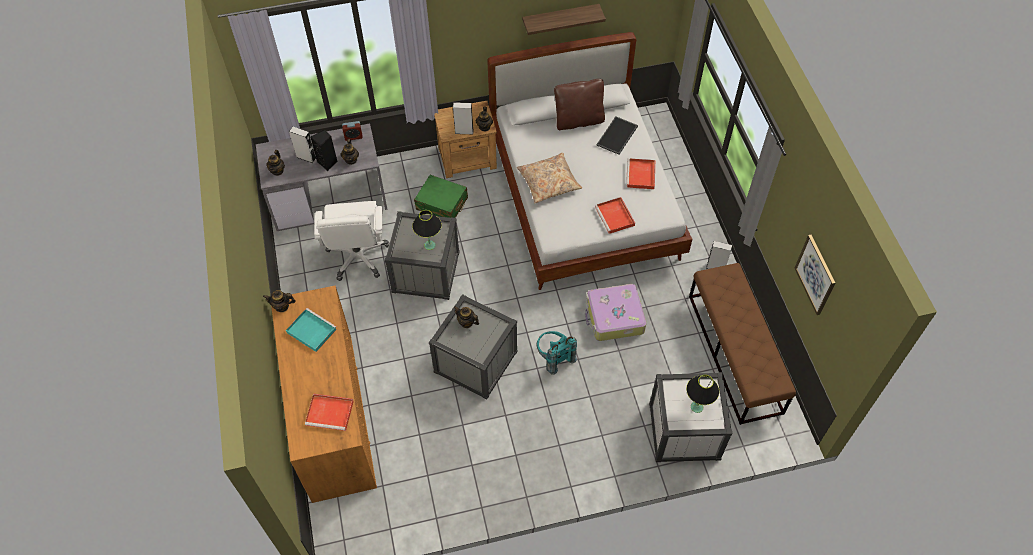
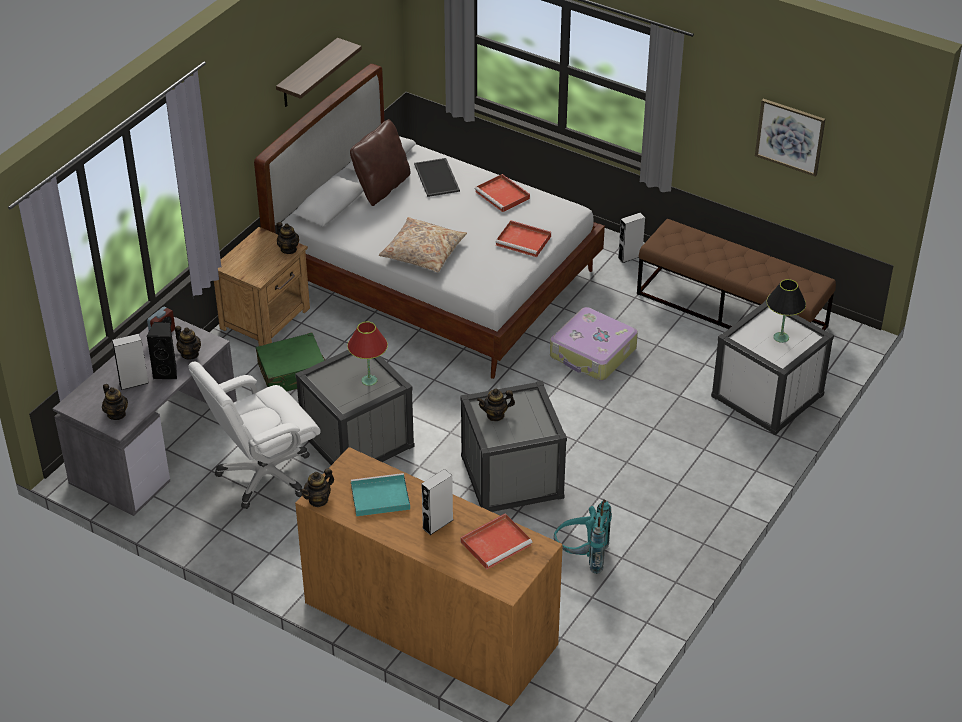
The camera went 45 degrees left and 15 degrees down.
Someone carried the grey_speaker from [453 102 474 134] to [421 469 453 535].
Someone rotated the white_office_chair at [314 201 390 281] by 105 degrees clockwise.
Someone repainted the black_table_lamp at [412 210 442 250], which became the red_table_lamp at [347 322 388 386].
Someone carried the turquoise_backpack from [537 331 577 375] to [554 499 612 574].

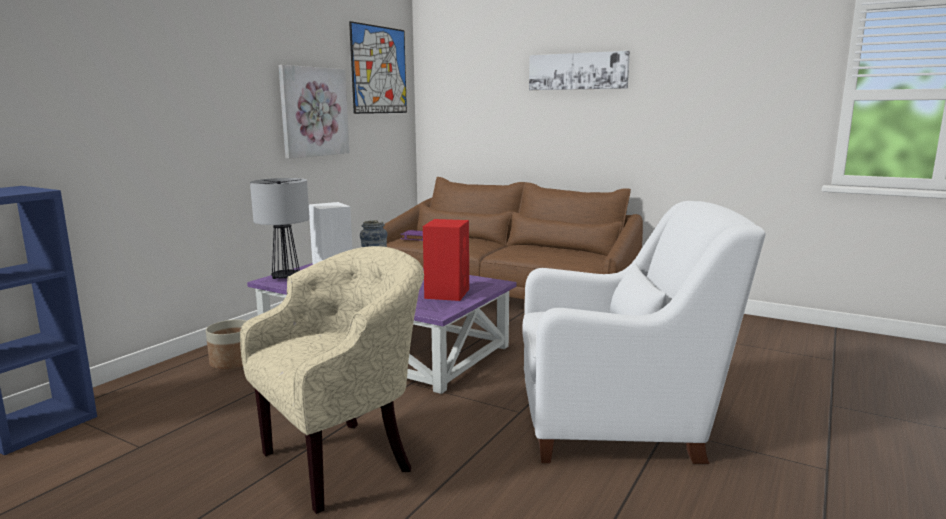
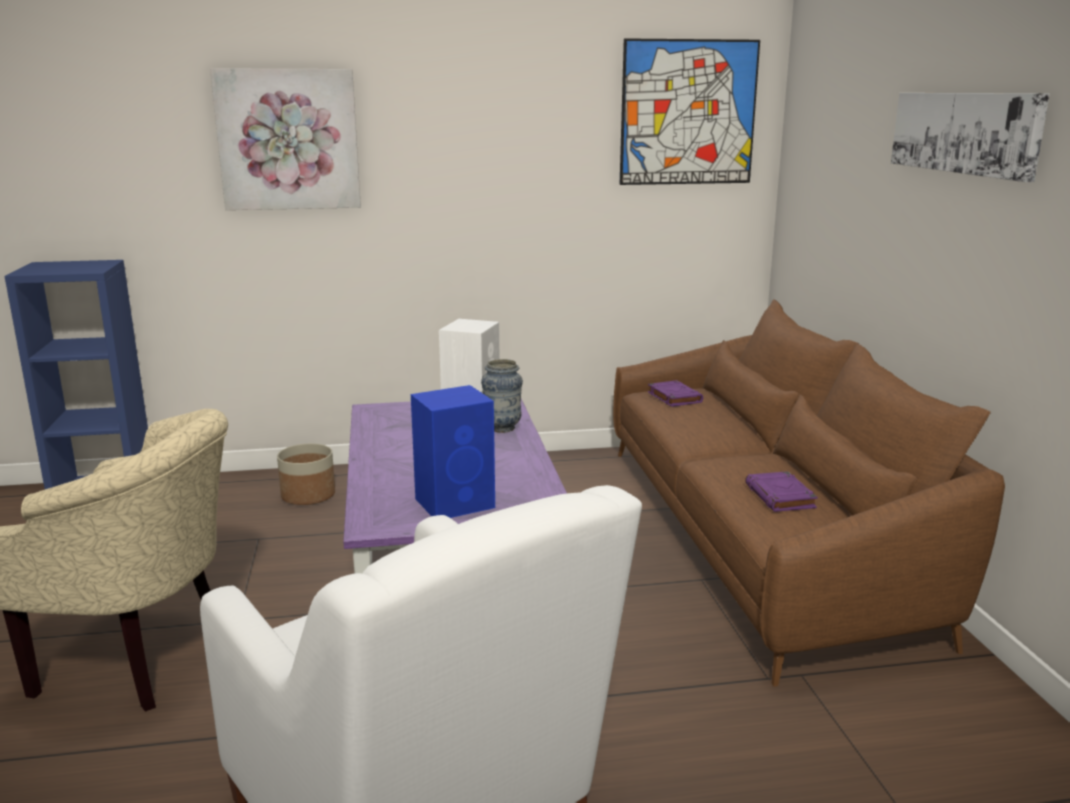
The camera went 50 degrees right and 5 degrees up.
Someone carried the picture from [279 65 350 159] to [210 68 361 210].
Someone took away the table_lamp at [250 178 310 279].
Someone repainted the red_speaker at [423 219 469 301], which became the blue_speaker at [411 385 495 518].
Someone put down the purple_book at [745 471 818 512].

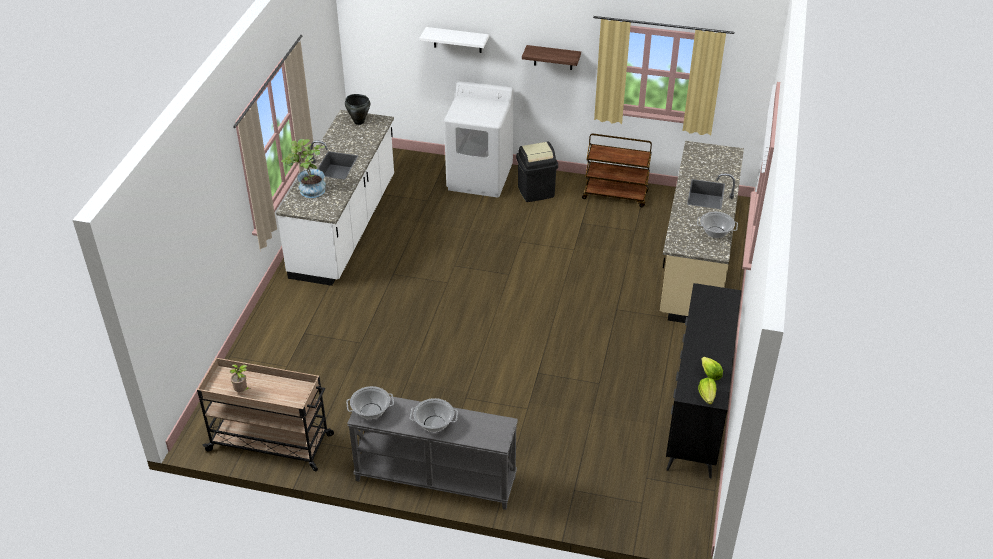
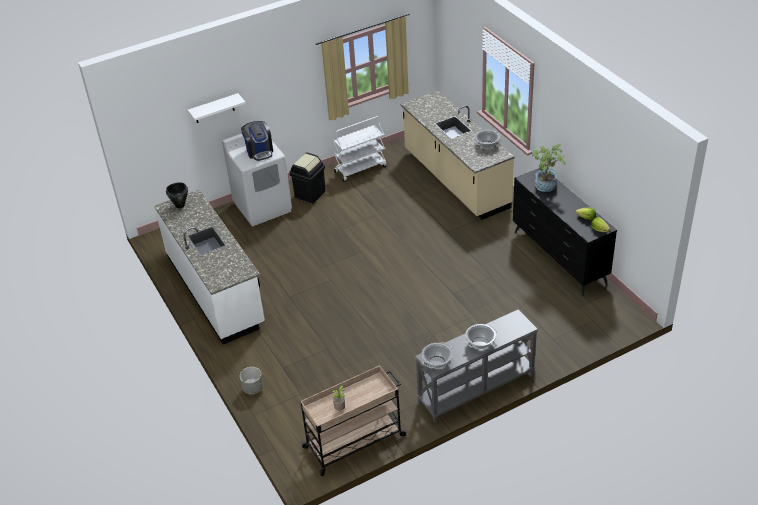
The camera went 40 degrees left and 0 degrees up.
Someone took away the shelf at [522 45 581 70].
Someone repainted the brown_cart at [582 134 652 207], which became the white_cart at [333 116 387 182].
Someone carried the potted_plant from [281 139 326 198] to [532 144 566 192].
Someone put down the coffee_machine at [241 121 273 161].
Someone put down the grey_planter at [240 367 263 394].

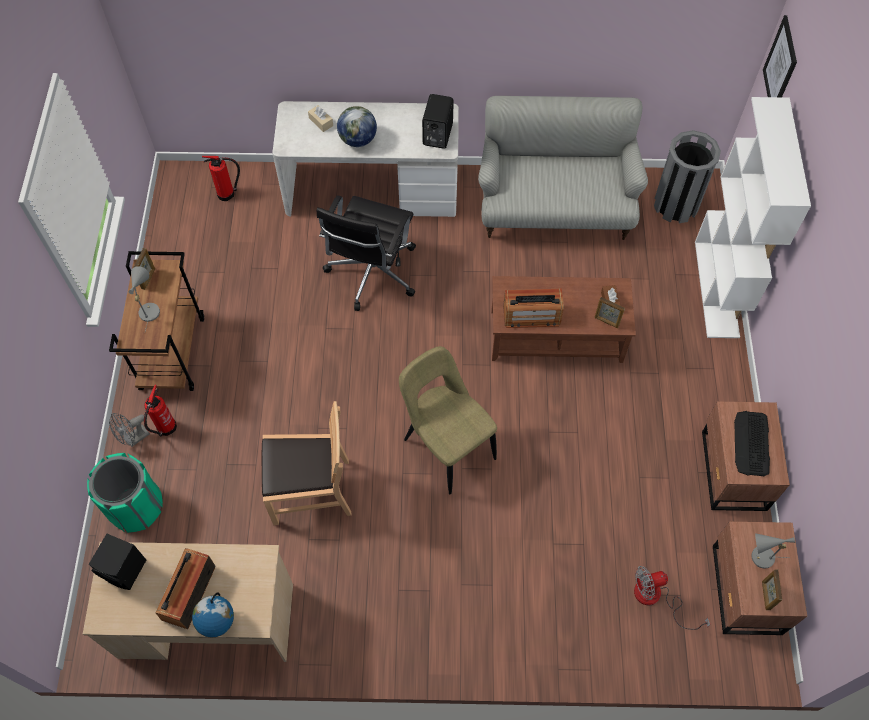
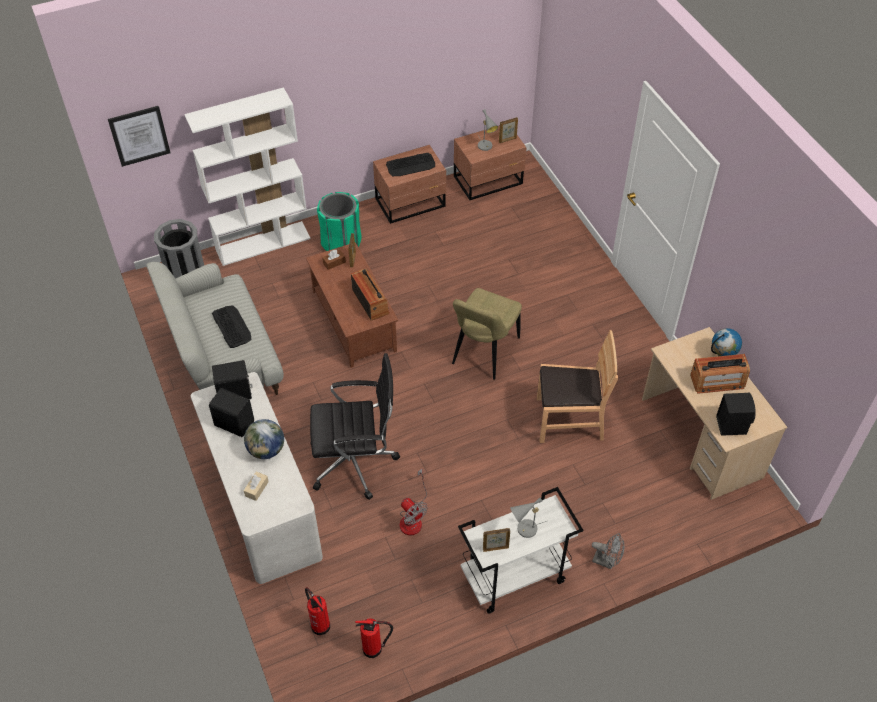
The camera went 115 degrees left and 10 degrees down.
Someone repainted the brown_cart at [109 251 204 391], which became the white_cart at [458 487 583 614].
Someone carried the fire_extinguisher from [144 385 177 437] to [355 618 393 658].
Someone rotated the brown_chair at [262 401 351 525] by 120 degrees clockwise.
Someone carried the green_trash_can from [87 453 163 533] to [317 192 362 251].
Someone carried the fan from [634 566 711 630] to [400 469 427 536].
Someone put down the keyboard at [212 305 252 348].
Someone put down the black_speaker at [209 388 254 437].

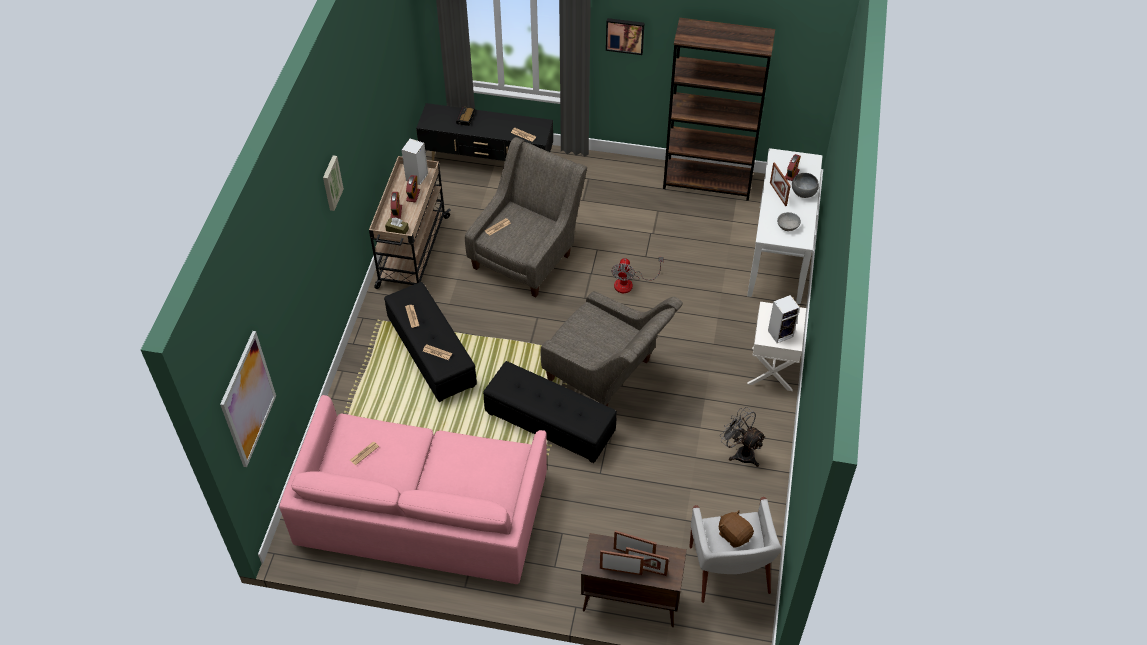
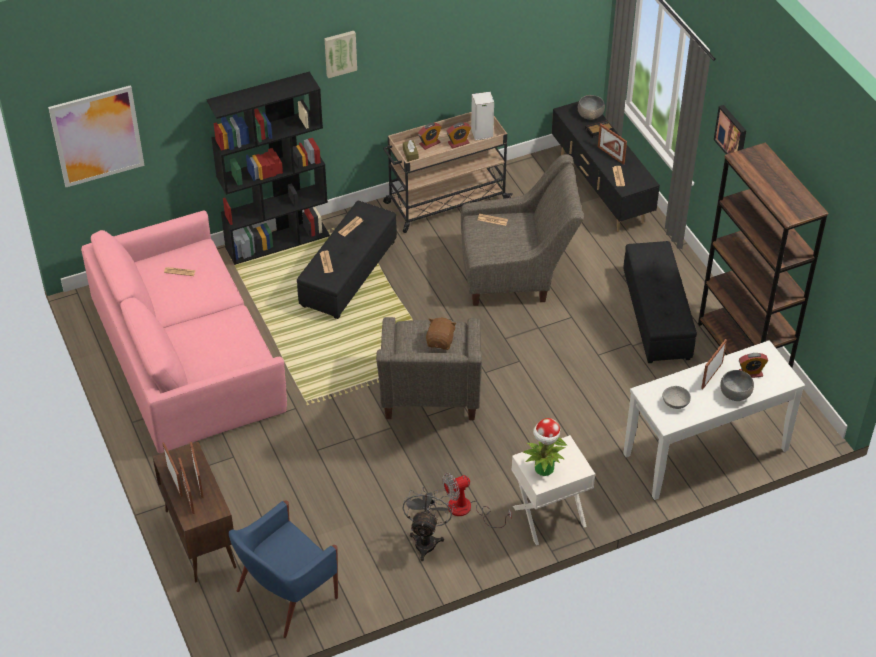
The camera went 55 degrees right and 5 degrees down.
Someone carried the fan from [611 257 664 293] to [443 473 512 528].
Someone swapped the speaker at [768 295 800 343] for the potted_plant at [522 418 568 476].
Someone carried the black_ottoman from [483 361 617 463] to [623 241 697 363].
Someone repainted the white_armchair at [689 497 782 603], which became the blue_armchair at [229 500 338 638].
Someone carried the brown_plush_toy from [719 510 754 548] to [426 317 457 350].
Someone put down the black_bookcase at [206 72 330 265].
Someone put down the grey_bowl at [578 95 605 120].
Someone put down the picture_frame at [598 124 627 165].

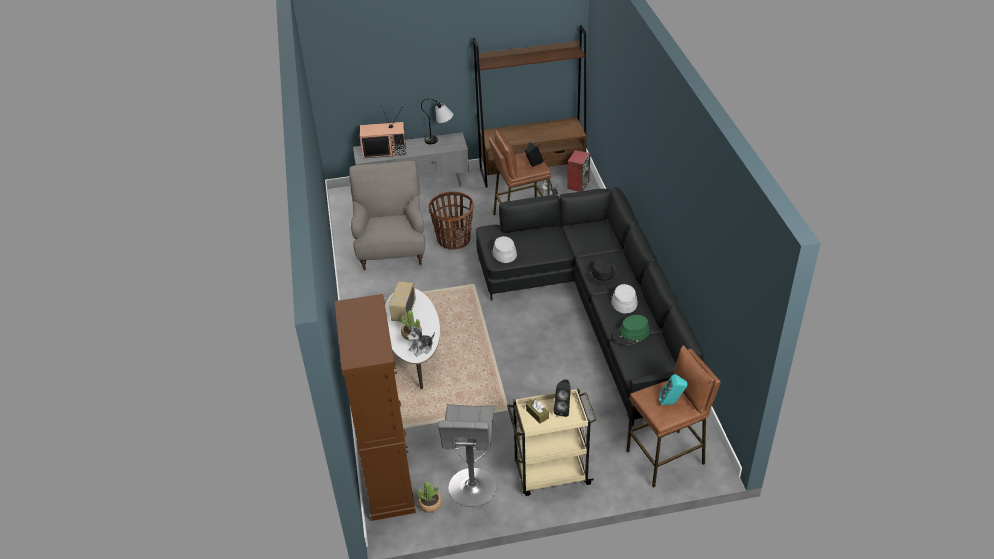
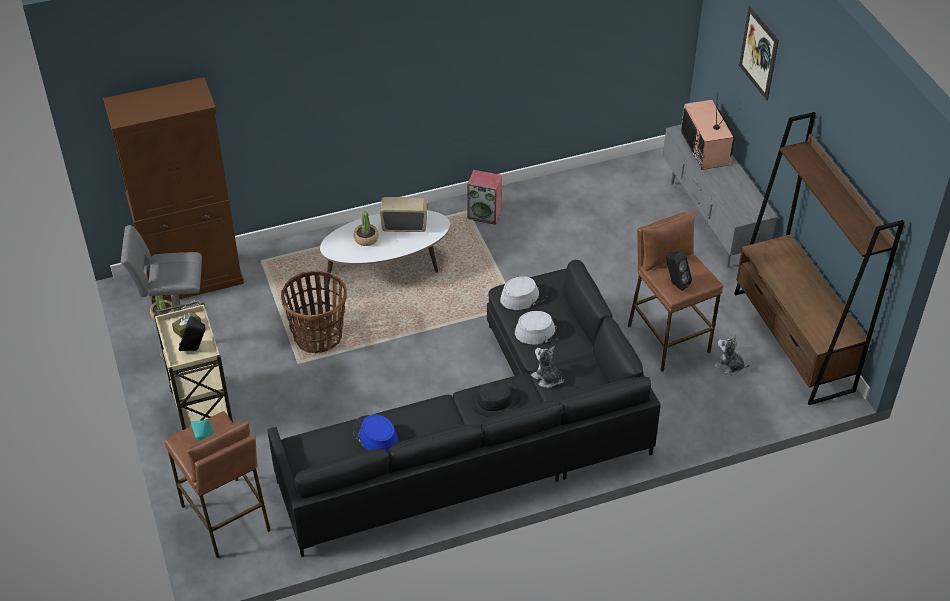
The camera went 80 degrees right and 5 degrees up.
Someone took away the table_lamp at [421 98 453 144].
Someone carried the speaker from [567 150 590 192] to [467 170 502 225].
Someone took away the grey_armchair at [349 161 425 271].
Someone carried the basket from [428 191 474 250] to [281 271 347 354].
Someone carried the grey_hat from [611 284 638 313] to [515 311 565 344].
Someone repainted the green_hat at [613 315 650 345], which became the blue_hat at [353 415 398 451].
Someone carried the plush_toy from [407 325 435 357] to [531 346 564 388].
Someone put up the picture at [739 6 779 100].

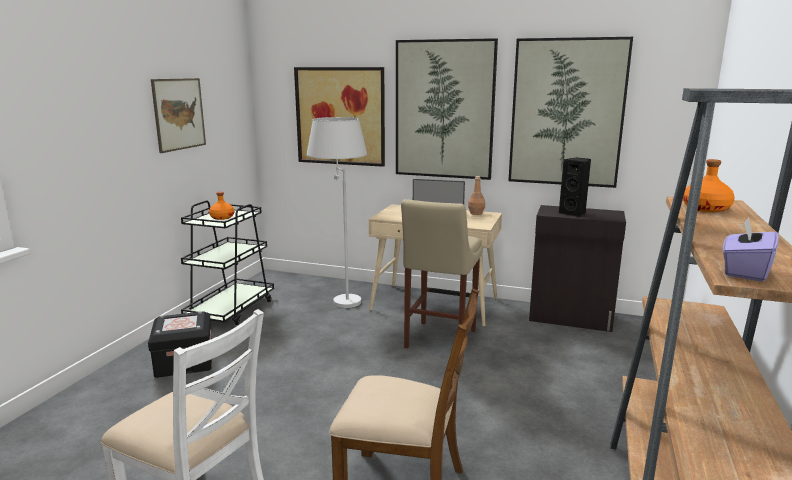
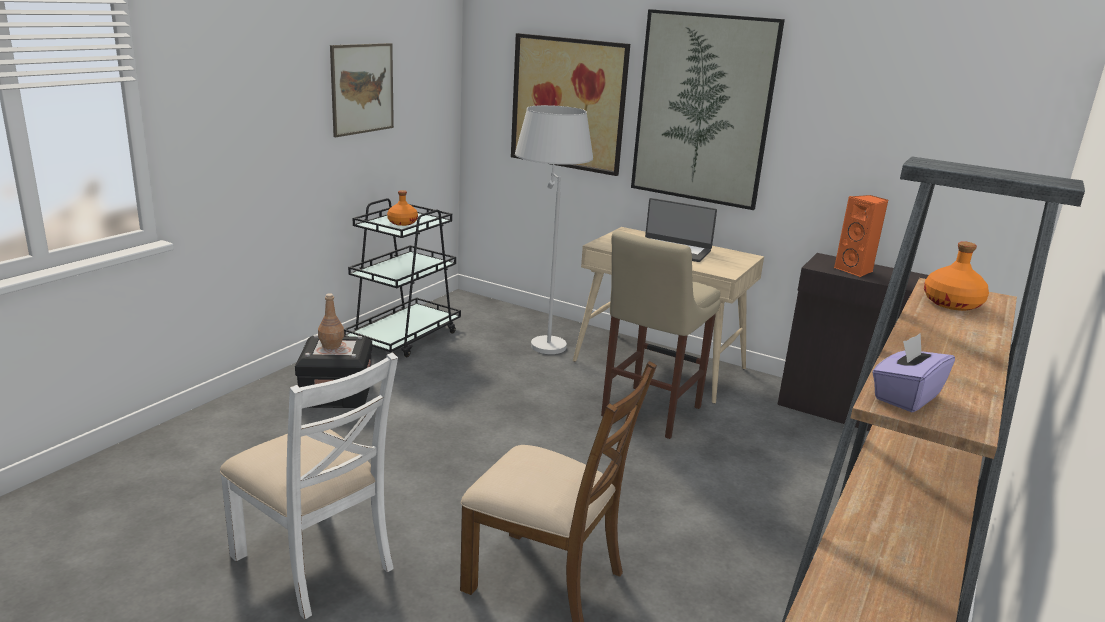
The camera went 10 degrees right and 5 degrees up.
Someone took away the picture at [508 37 633 188].
Someone repainted the black_speaker at [559 158 591 217], which became the orange_speaker at [834 195 888 277].
Someone carried the brown_bottle from [468 176 485 215] to [318 293 344 349].

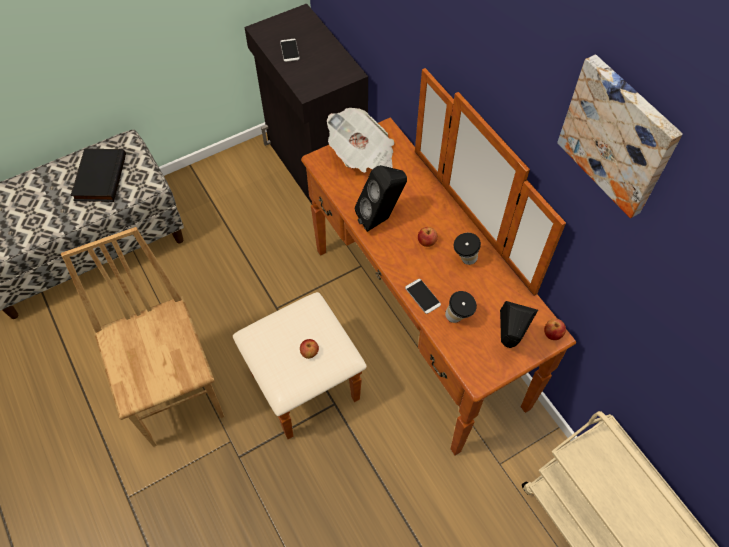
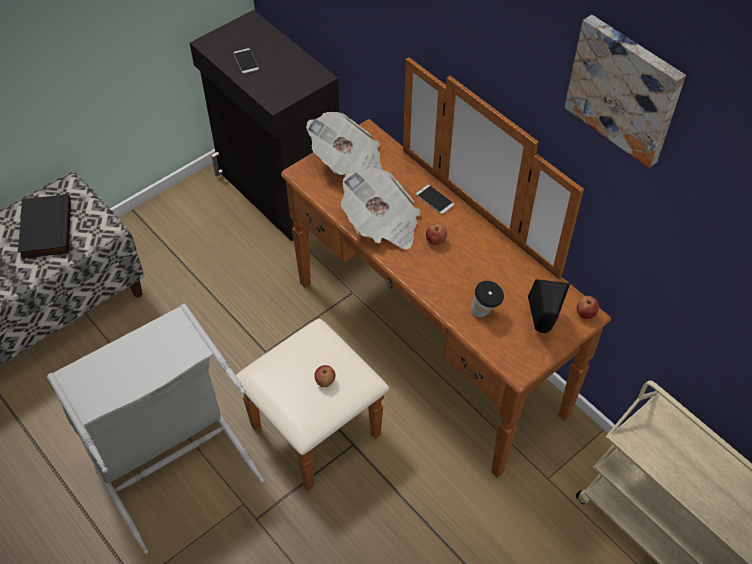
The camera went 10 degrees left and 5 degrees down.
Someone swapped the black_speaker at [354 165 407 232] for the newspaper at [341 168 420 250].
Someone swapped the brown_chair at [61 227 225 447] for the grey_laundry_basket at [47 304 265 554].
Someone took away the cup at [454 233 481 265].
Someone carried the phone from [405 279 441 314] to [416 185 454 214].

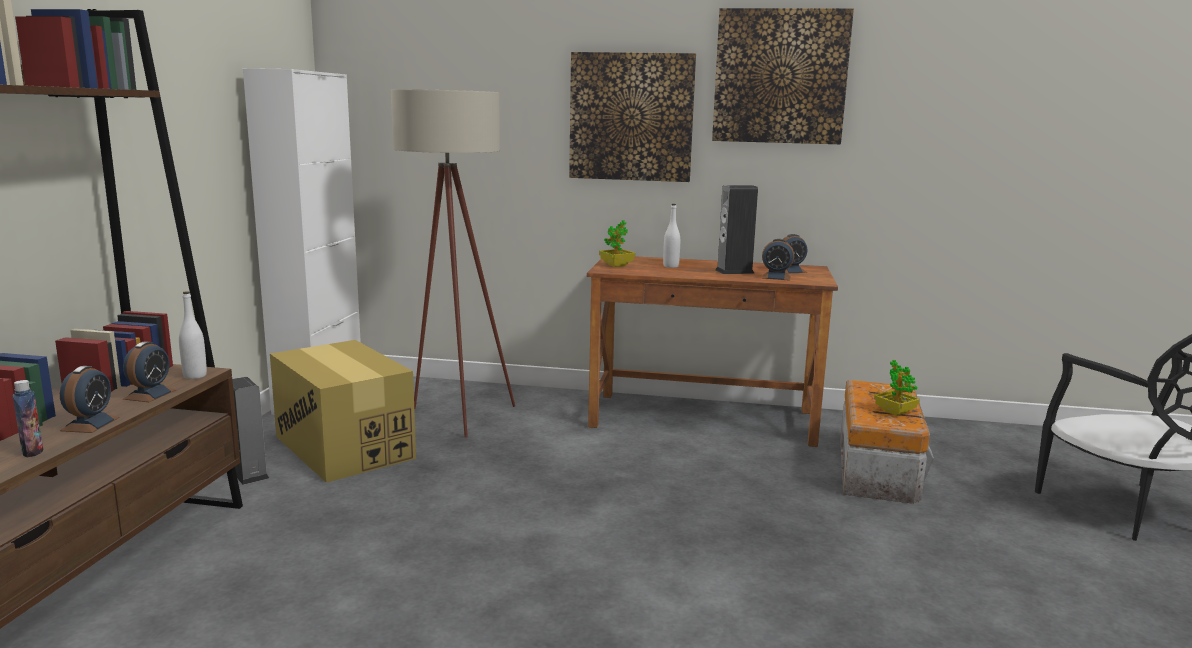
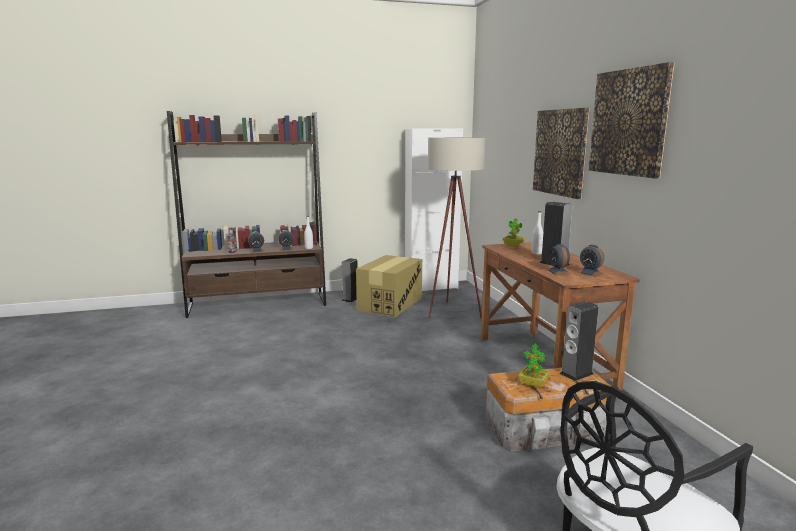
The camera went 65 degrees right and 0 degrees up.
Someone put down the speaker at [560 302 598 381].

